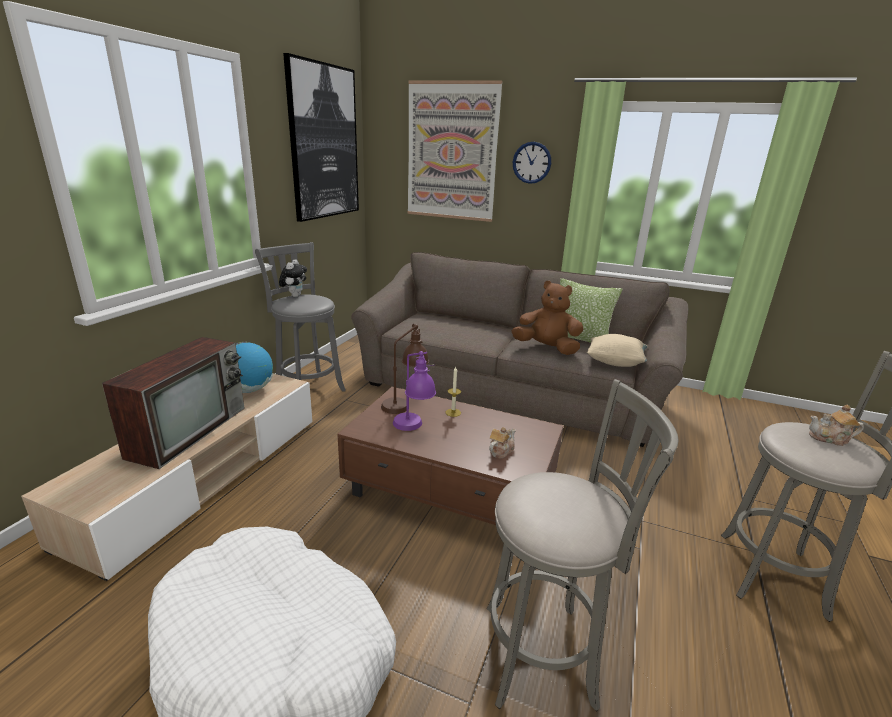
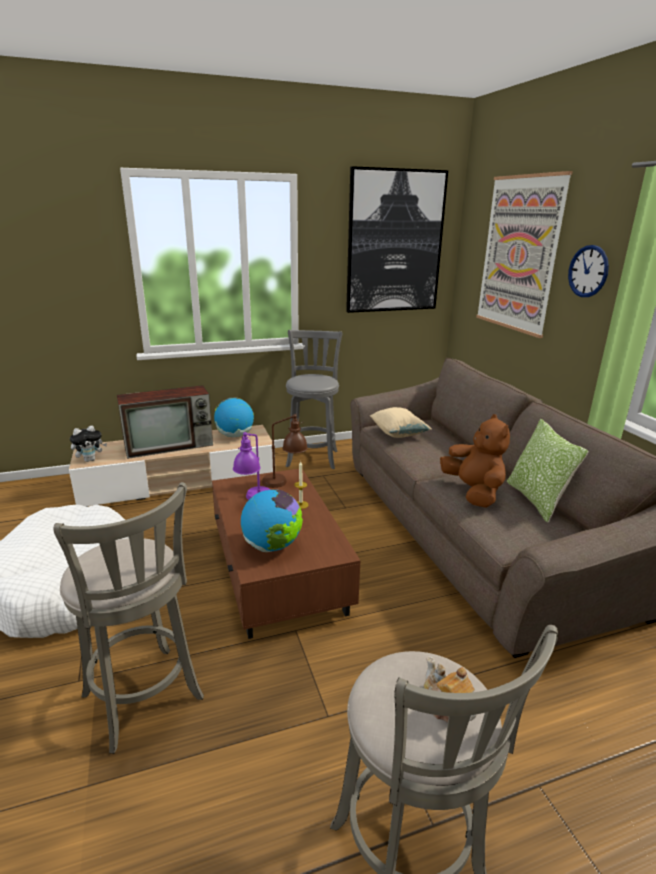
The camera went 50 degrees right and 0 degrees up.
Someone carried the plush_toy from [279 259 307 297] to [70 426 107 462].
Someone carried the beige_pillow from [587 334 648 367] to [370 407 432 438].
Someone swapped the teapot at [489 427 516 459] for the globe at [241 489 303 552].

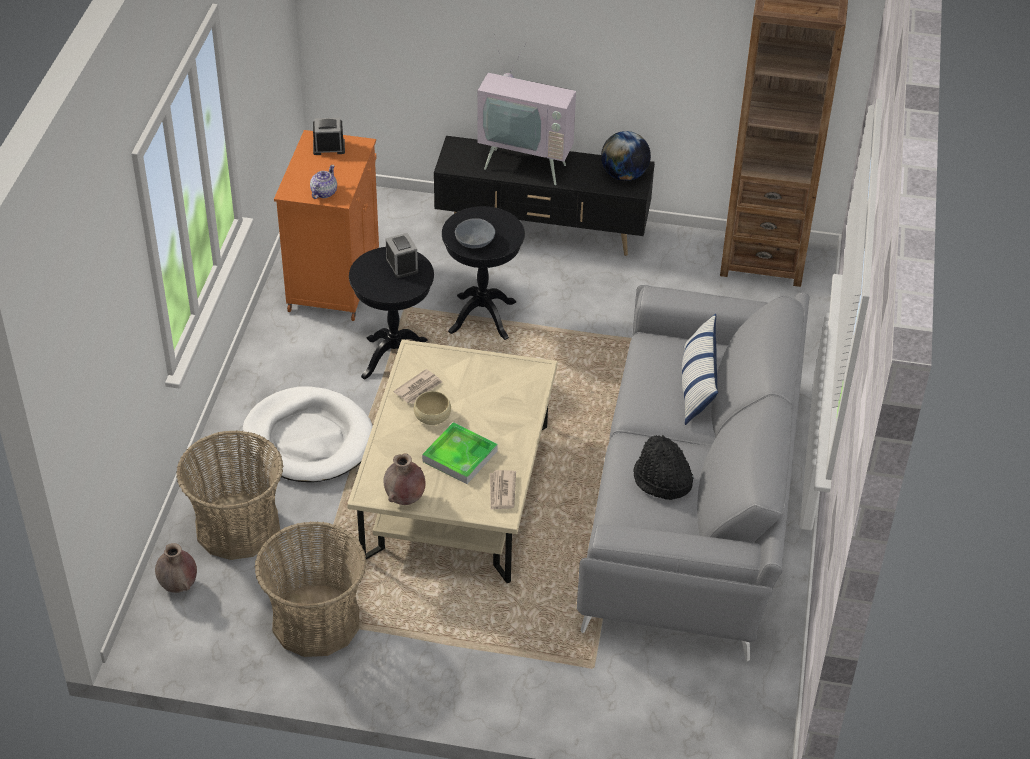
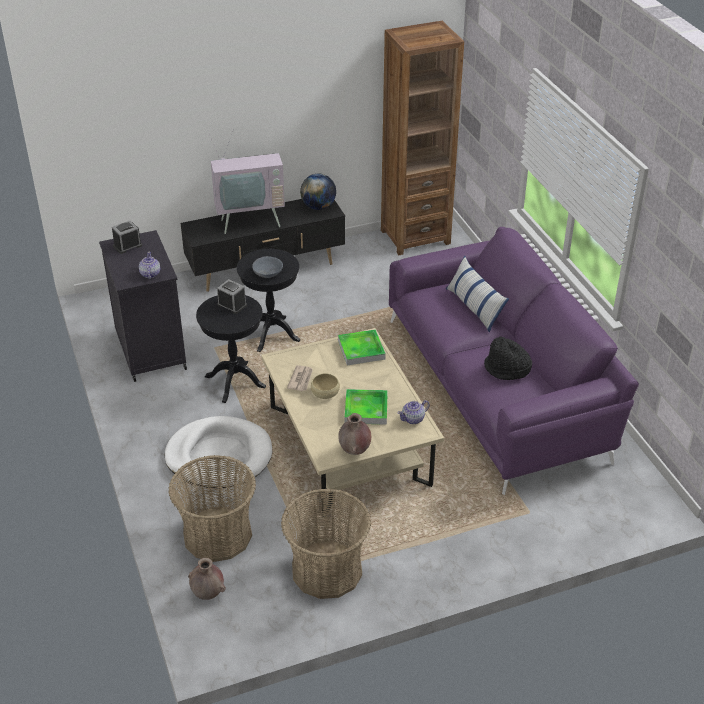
The camera went 30 degrees left and 5 degrees down.
Someone repainted the orange_cabinet at [274 130 379 321], which became the black_cabinet at [99 230 187 382].
Someone repainted the grey_sofa at [577 285 810 661], which became the purple_sofa at [389 227 639 495].
Someone swapped the newspaper at [490 470 516 510] for the teapot at [397 400 430 424].
Someone put down the tray at [338 329 386 365].

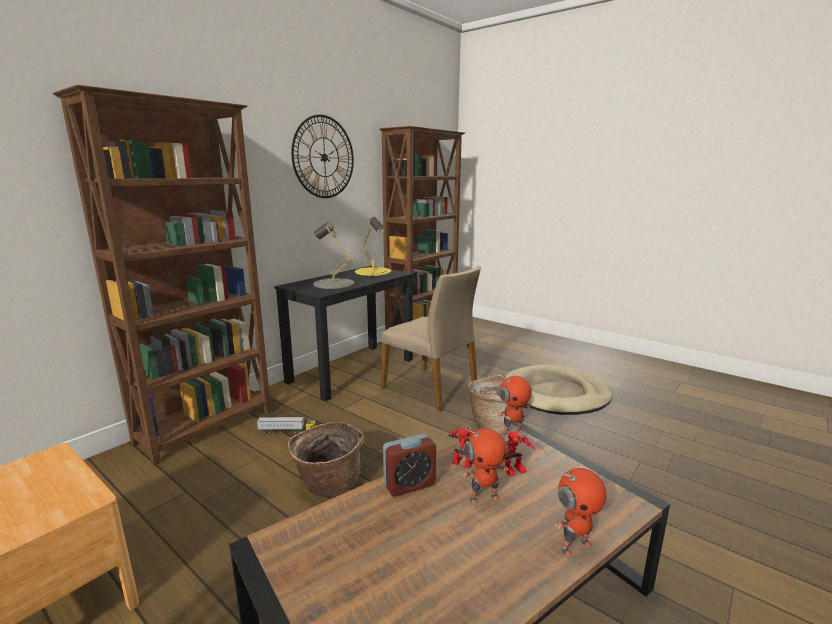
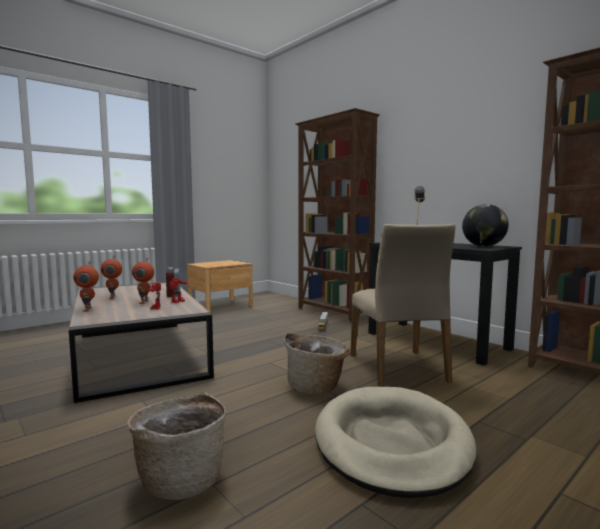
The camera went 100 degrees right and 10 degrees down.
Someone took away the wall_clock at [291 115 354 198].
Someone swapped the yellow_table_lamp at [355 217 391 276] for the globe at [462 204 509 247].
Someone rotated the beige_chair at [381 266 481 412] by 60 degrees counterclockwise.
Someone carried the toy_robot from [498 374 532 437] to [101 256 122 299].
Someone carried the basket from [288 422 364 498] to [127 392 226 500].

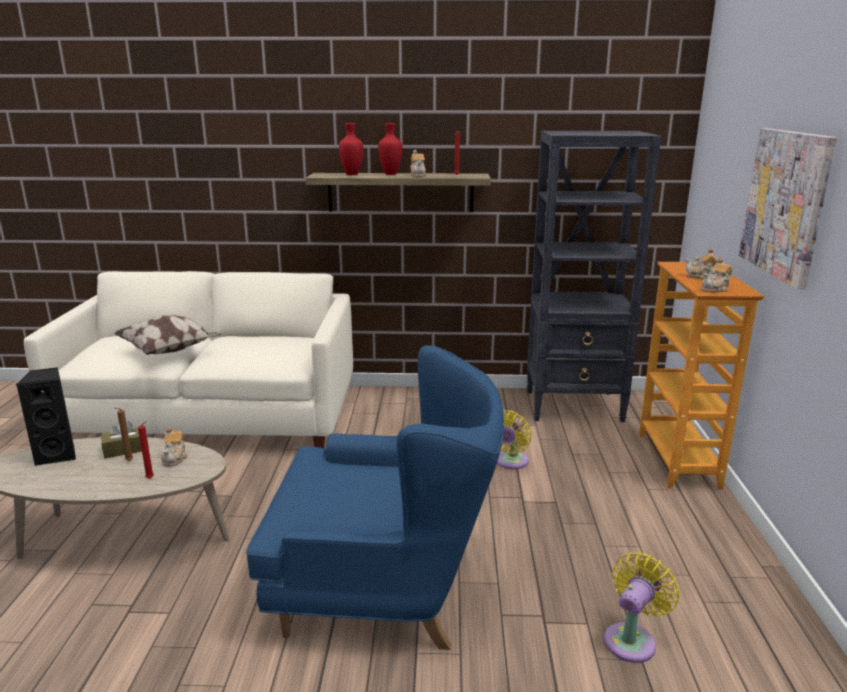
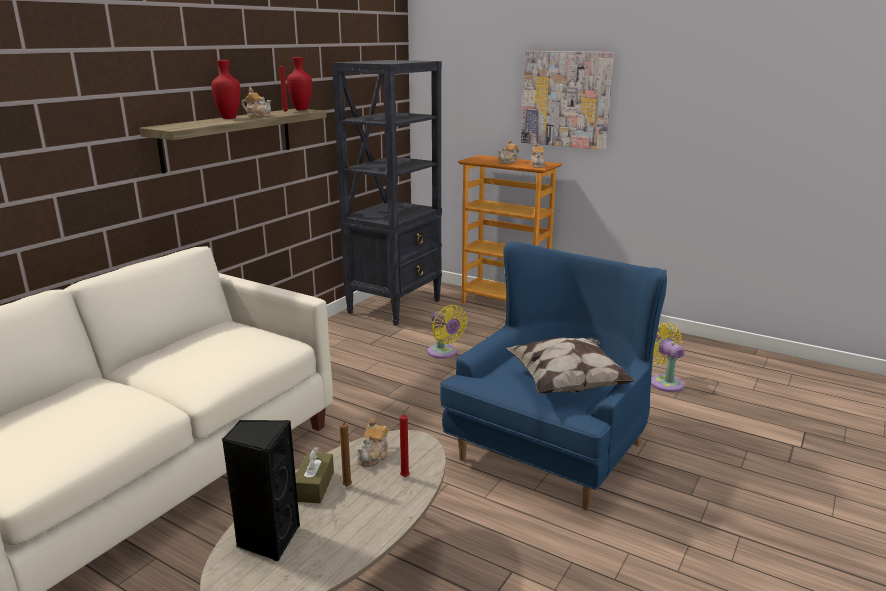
The camera went 60 degrees left and 0 degrees up.
Someone carried the red_vase from [339 123 363 175] to [287 57 312 110].
Someone carried the pillow from [114 314 222 355] to [506 337 636 393].
Someone rotated the teapot at [161 427 187 467] by 90 degrees clockwise.

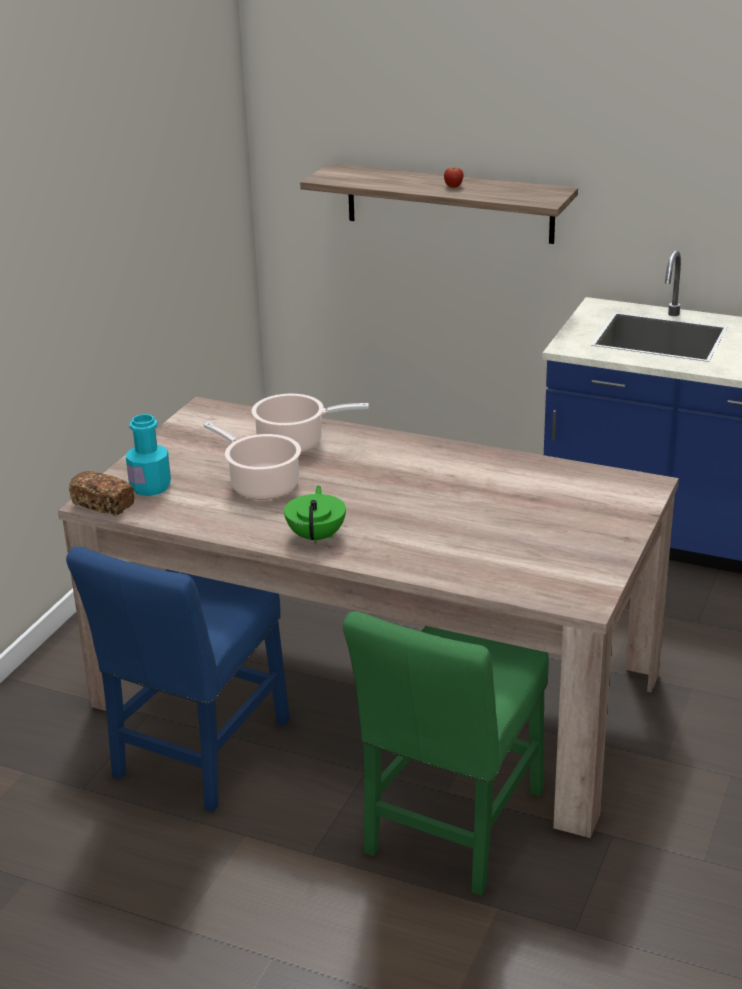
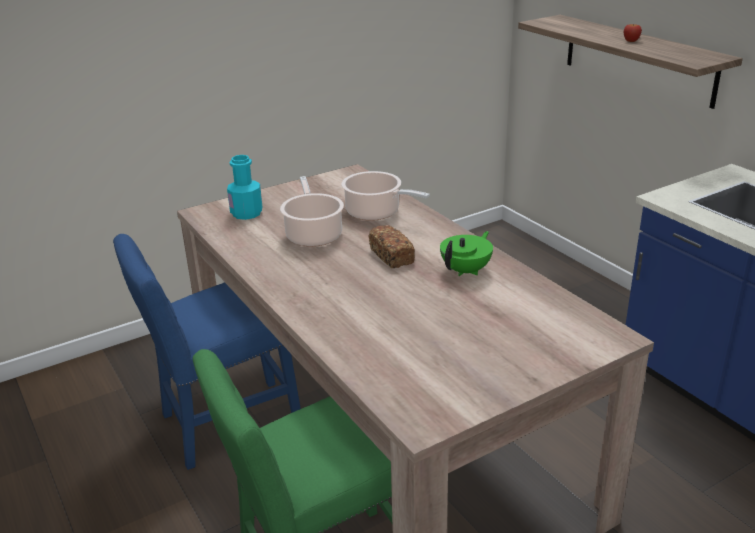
The camera went 35 degrees right and 0 degrees up.
Someone carried the bread from [69 471 134 516] to [369 225 415 268].
Someone carried the green_teapot from [284 486 346 545] to [440 231 493 276].

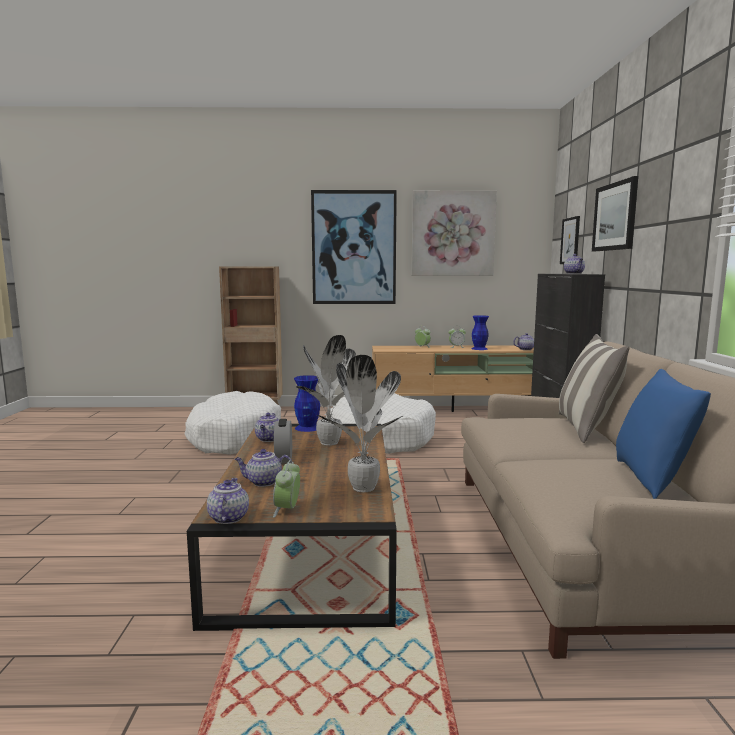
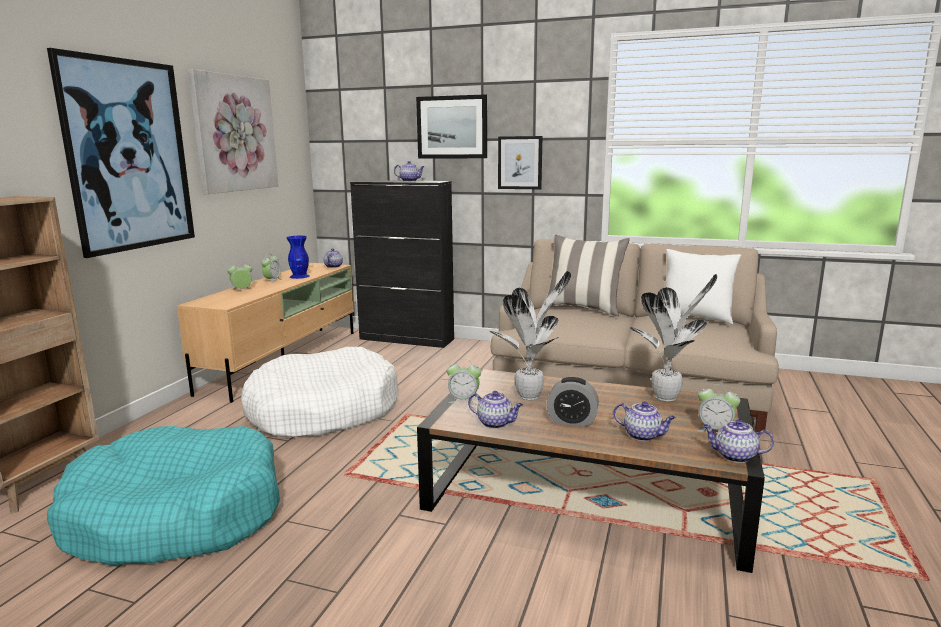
The camera went 70 degrees left and 5 degrees up.
Someone carried the picture from [560 216 580 264] to [498 136 543 189].
Someone repainted the blue_pillow at [616 369 711 499], which became the white_pillow at [665 249 741 325].
Someone swapped the blue_vase at [294 375 320 432] for the alarm_clock at [447 359 481 405].
Someone repainted the white_dog_bed at [184 391 281 455], which became the turquoise_dog_bed at [47 426 280 566].
Someone rotated the teapot at [235 449 291 487] by 75 degrees counterclockwise.

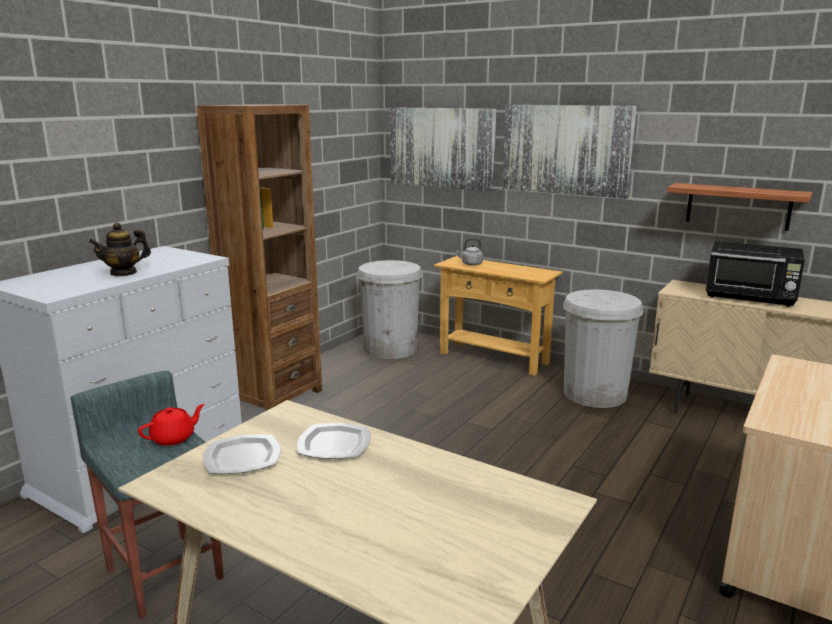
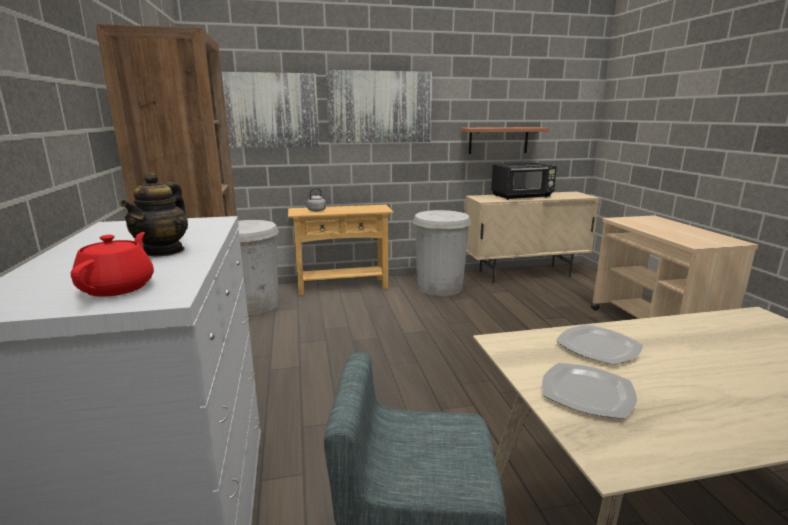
The camera went 45 degrees left and 0 degrees up.
Someone carried the red_teapot from [138 404 205 446] to [71 232 154 297].

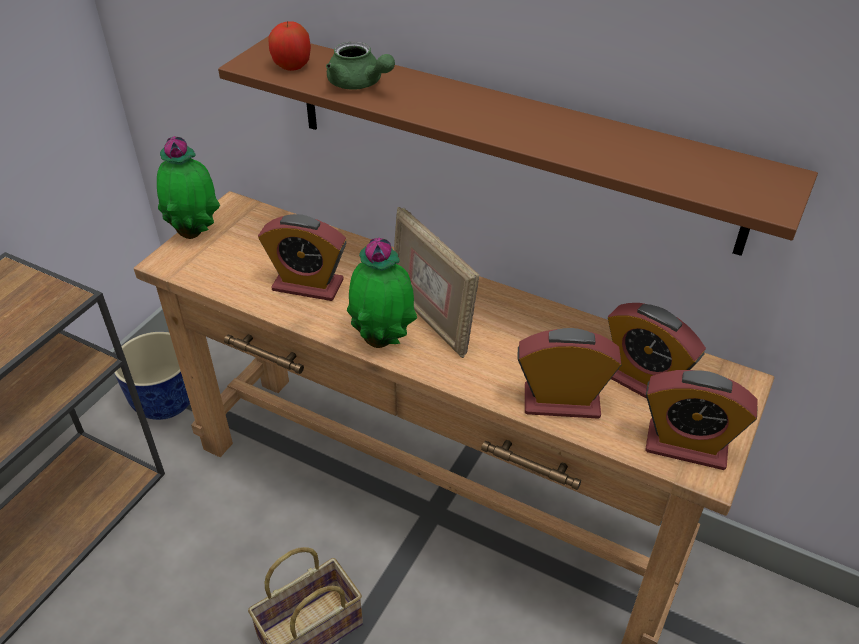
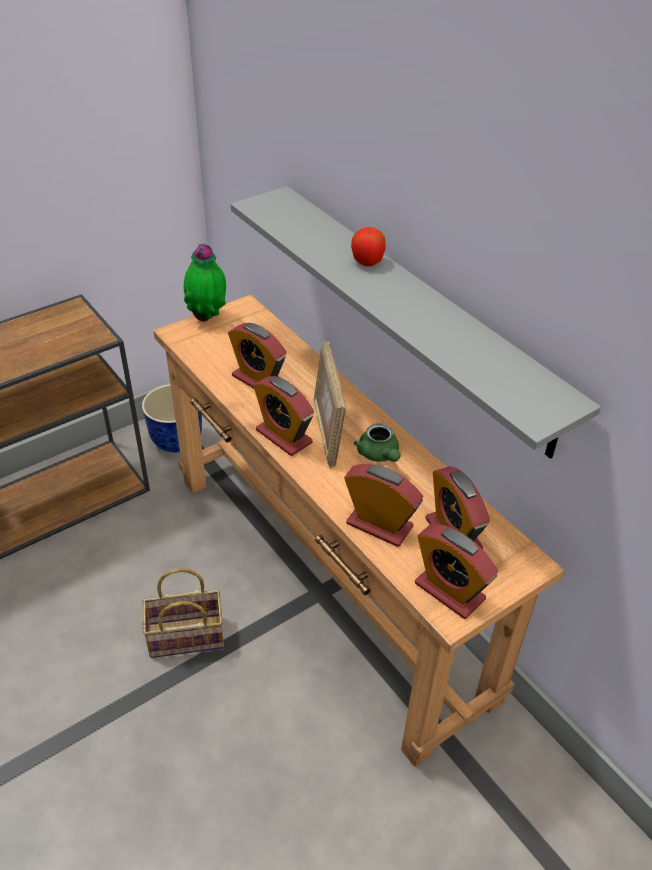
The camera went 25 degrees right and 0 degrees up.
Someone carried the apple from [268 21 311 71] to [351 227 386 266].
Someone repainted the brown_shelf at [218 36 818 256], which became the grey_shelf at [231 186 601 459].
Someone carried the green_teapot from [326 42 395 90] to [354 423 401 462].
Someone swapped the potted_plant at [347 237 417 348] for the alarm_clock at [253 376 314 456].

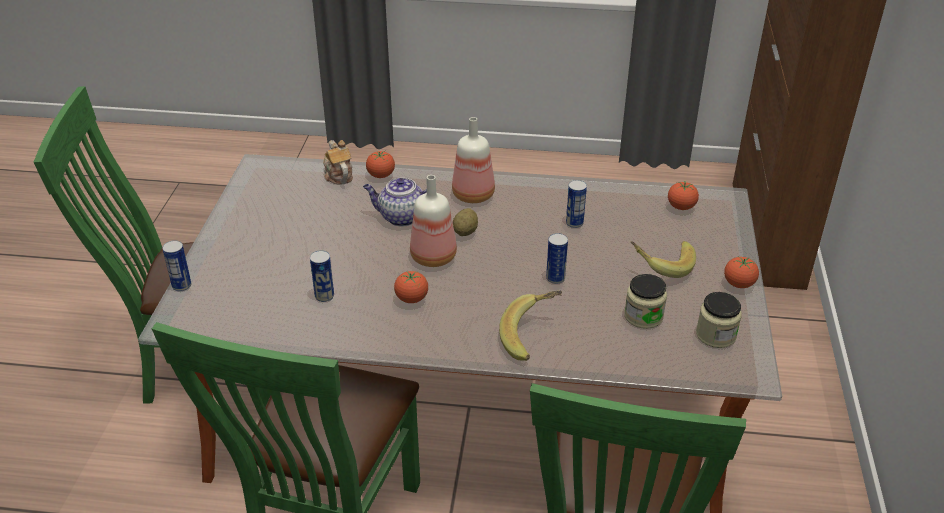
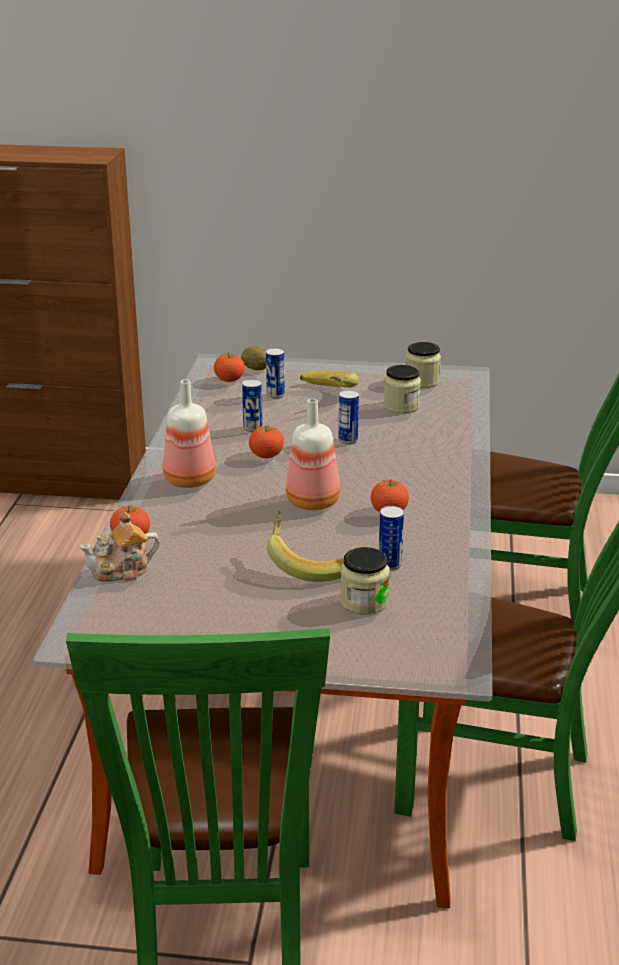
The camera went 90 degrees left and 10 degrees down.
Someone took away the teapot at [363 178 427 226].
Someone carried the potato from [453 208 478 236] to [241 346 266 371].
Someone carried the can from [162 240 191 291] to [266 348 285 399].
Someone carried the tomato from [724 257 759 288] to [249 425 284 458].
Someone carried the banana from [499 291 562 361] to [267 511 344 582].
Someone put down the jar at [340 547 390 615].

